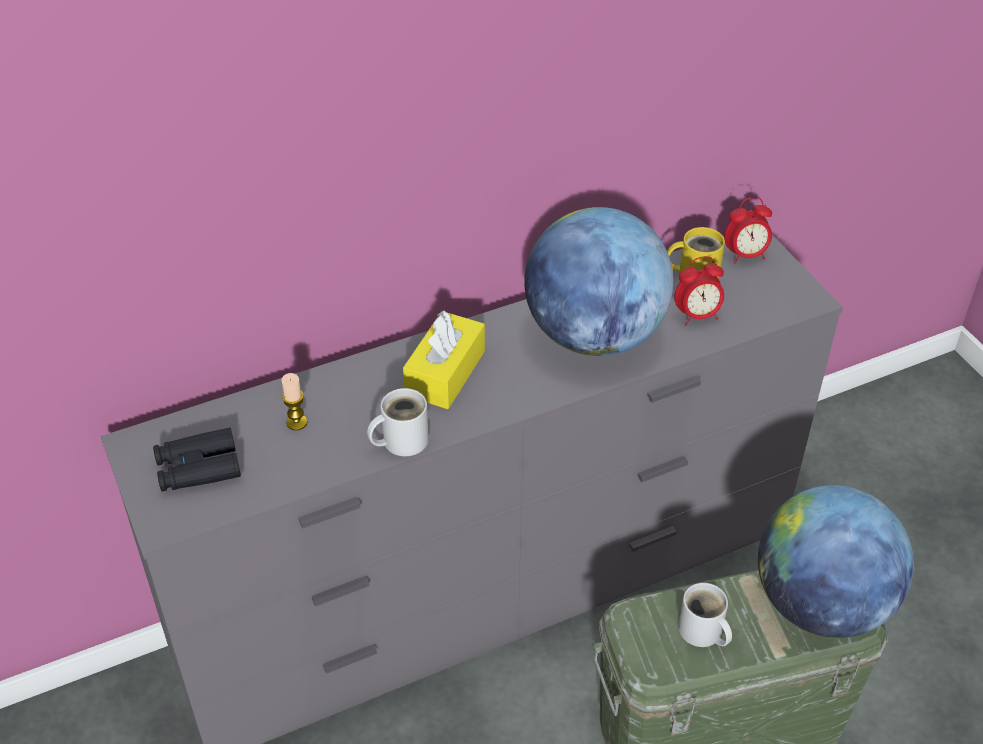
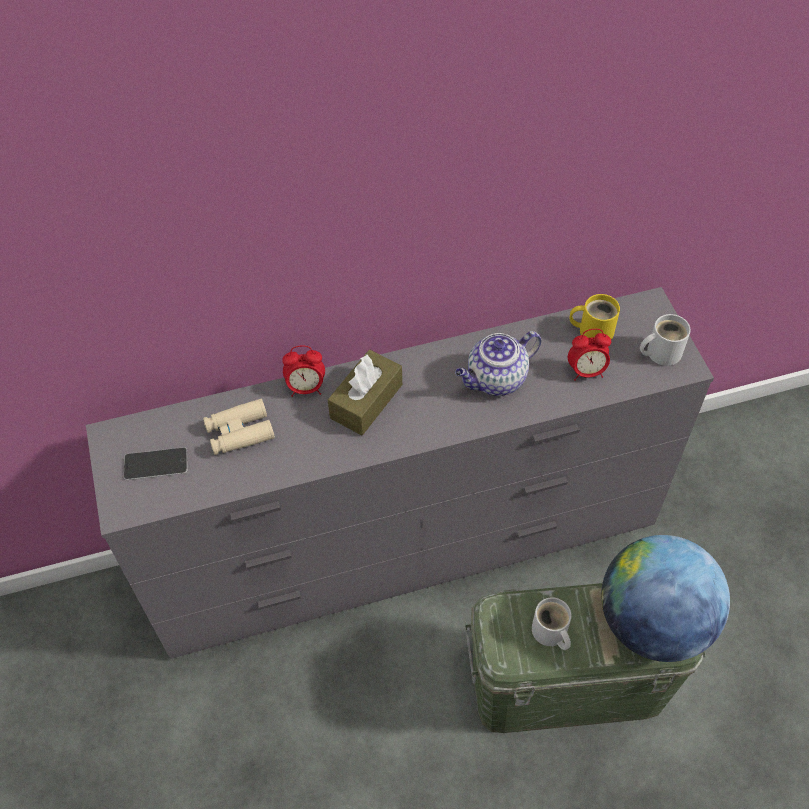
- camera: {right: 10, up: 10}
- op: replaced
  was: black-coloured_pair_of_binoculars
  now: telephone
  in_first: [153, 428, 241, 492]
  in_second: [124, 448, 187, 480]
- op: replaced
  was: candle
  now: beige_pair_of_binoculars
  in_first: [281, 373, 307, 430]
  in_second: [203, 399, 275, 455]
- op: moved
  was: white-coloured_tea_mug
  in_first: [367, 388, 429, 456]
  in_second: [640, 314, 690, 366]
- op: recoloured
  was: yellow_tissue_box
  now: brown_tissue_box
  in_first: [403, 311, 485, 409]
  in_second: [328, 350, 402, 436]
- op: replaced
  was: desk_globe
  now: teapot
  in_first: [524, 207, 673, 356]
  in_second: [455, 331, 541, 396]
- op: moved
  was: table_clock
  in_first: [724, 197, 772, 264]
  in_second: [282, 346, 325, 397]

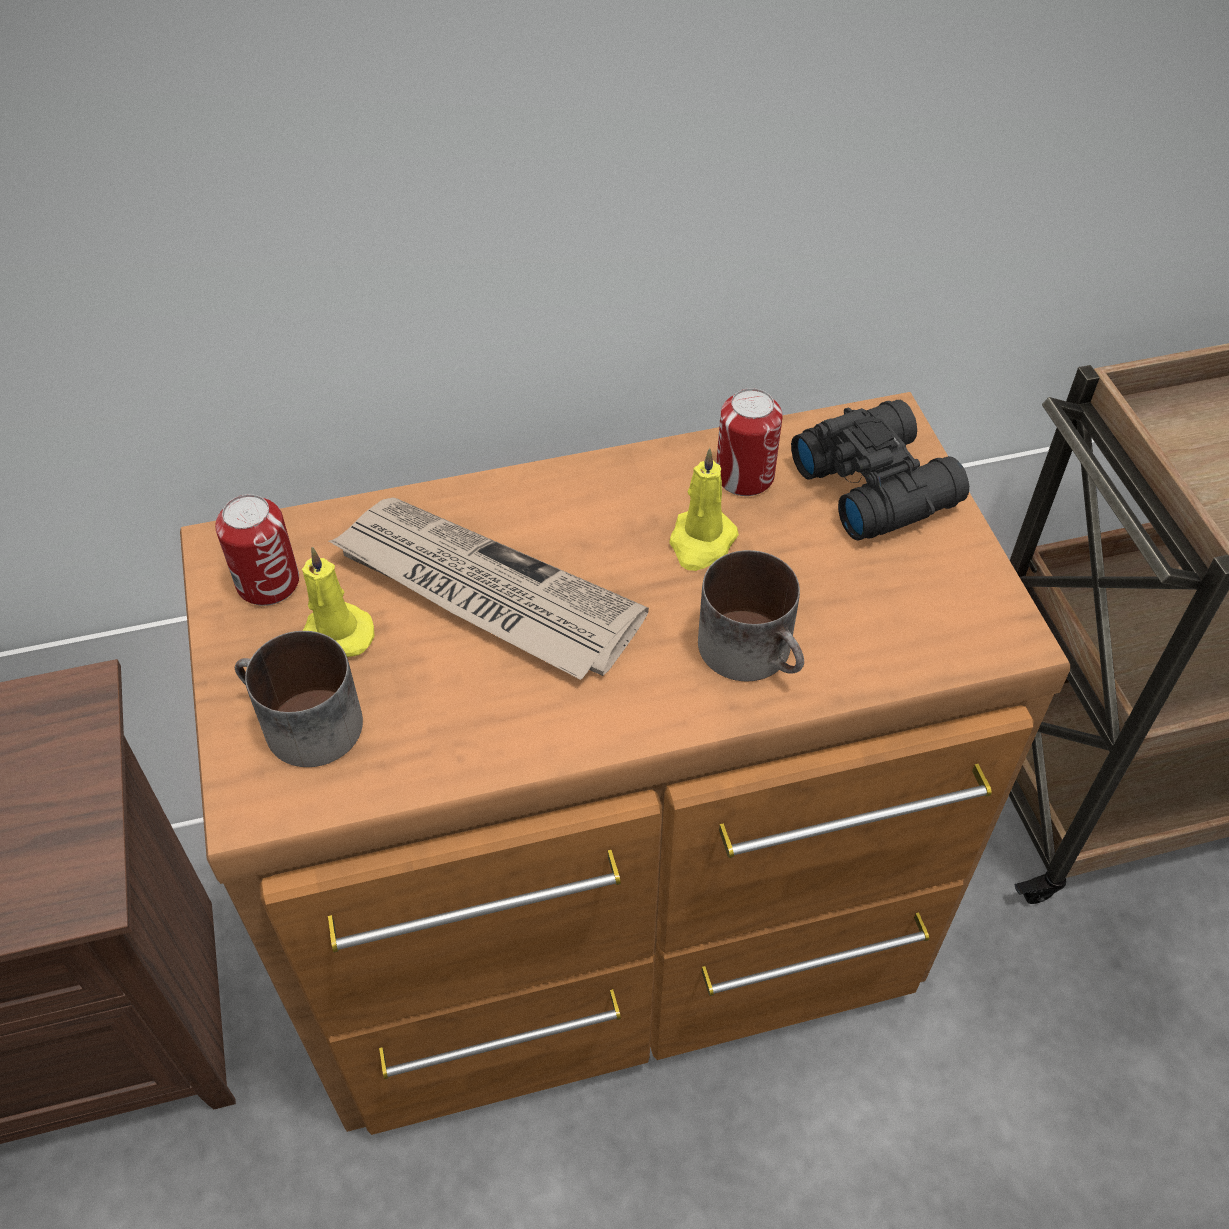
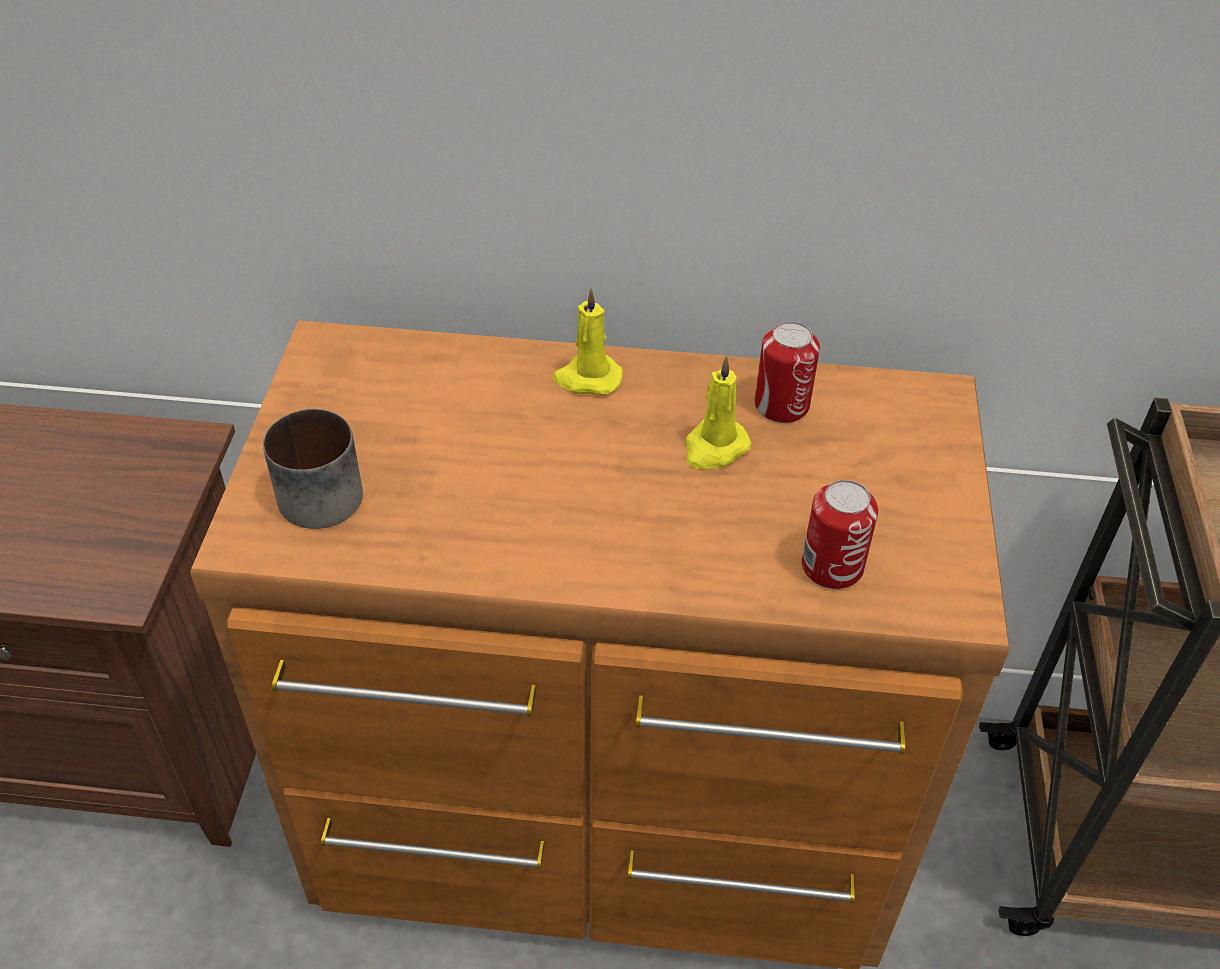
- camera: {right: 20, up: -5}
- op: moved
  was: sealed_can
  in_first: [215, 494, 299, 606]
  in_second: [802, 480, 878, 589]
- op: moved
  was: yellow_candle
  in_first: [302, 547, 374, 657]
  in_second: [553, 288, 623, 395]
- op: removed
  was: newspaper
  in_first: [329, 498, 649, 680]
- op: removed
  was: tea_mug
  in_first: [698, 550, 804, 681]
- op: removed
  was: black-coloured_pair_of_binoculars
  in_first: [791, 400, 969, 541]

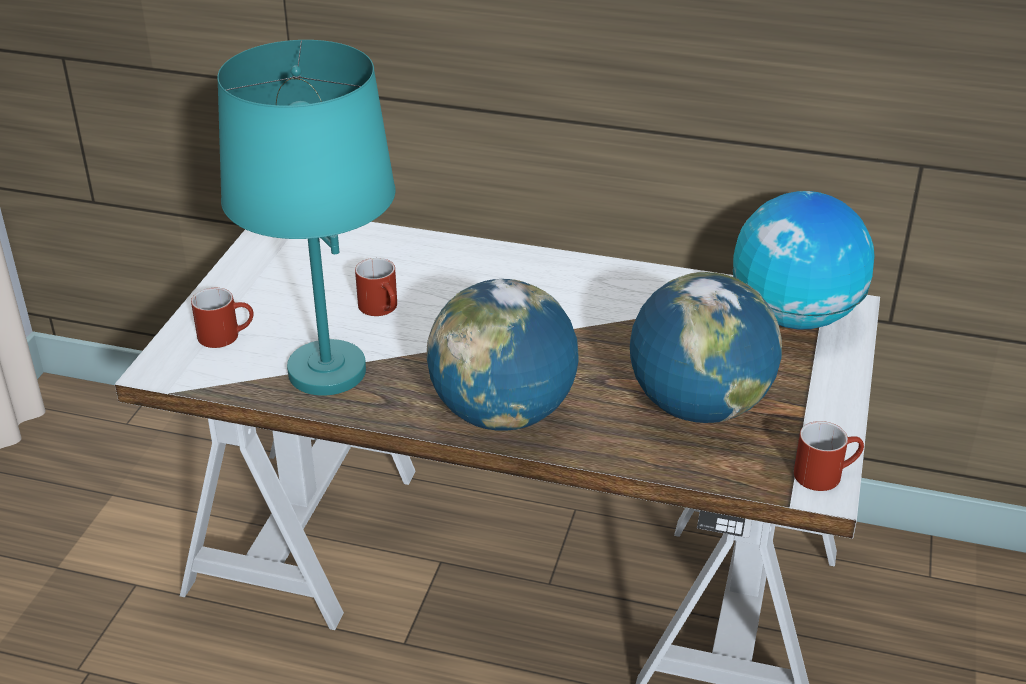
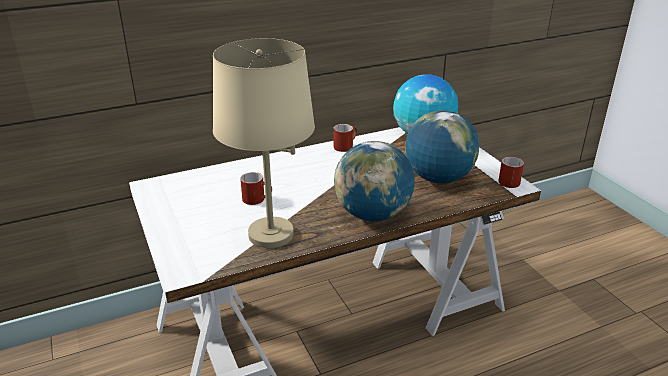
- camera: {right: -40, up: -5}
- op: moved
  was: red_tea_mug
  in_first: [191, 288, 253, 348]
  in_second: [334, 124, 357, 152]
- op: recoloured
  was: turquoise_tabletop_lamp
  now: beige_tabletop_lamp
  in_first: [217, 40, 396, 396]
  in_second: [213, 38, 315, 248]

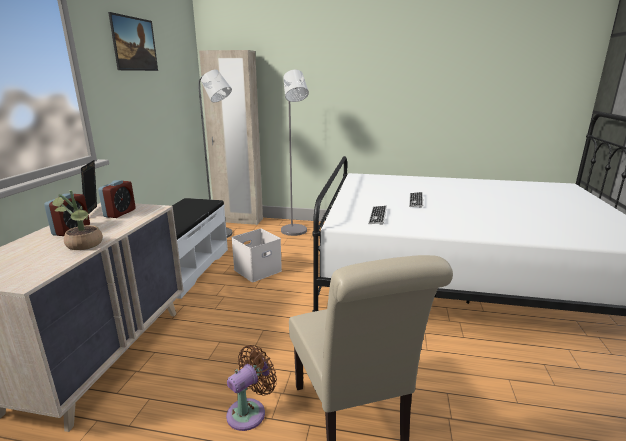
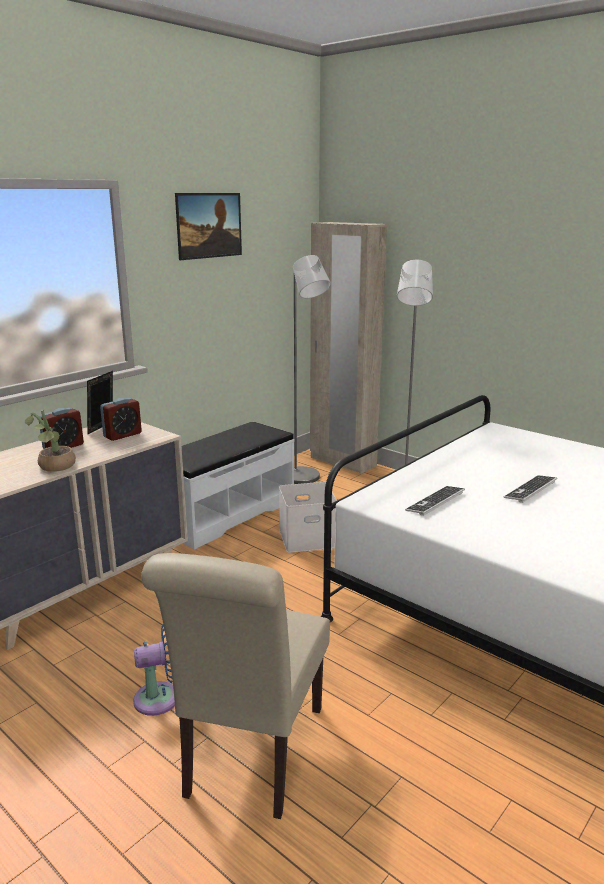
- camera: {right: 30, up: 0}
- op: recoloured
  was: brown_cooling_fan
  now: blue-coloured_cooling_fan
  in_first: [226, 345, 277, 431]
  in_second: [133, 625, 175, 716]

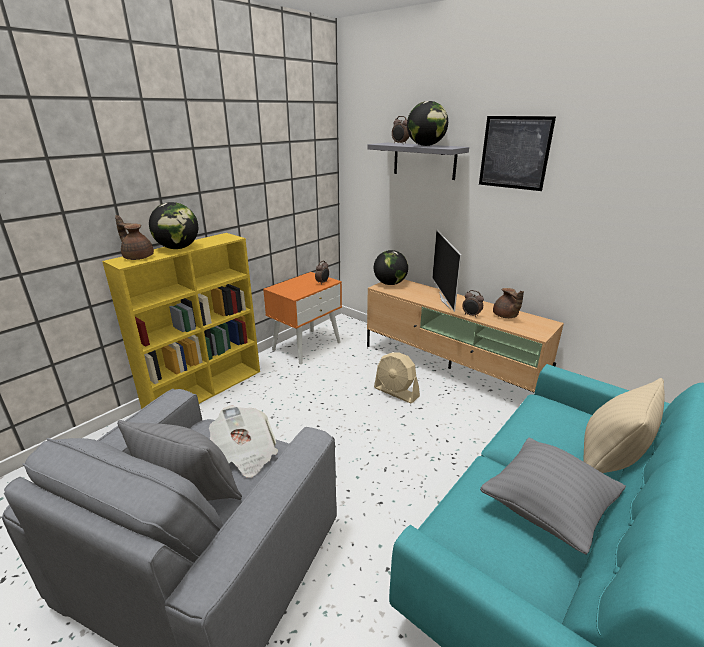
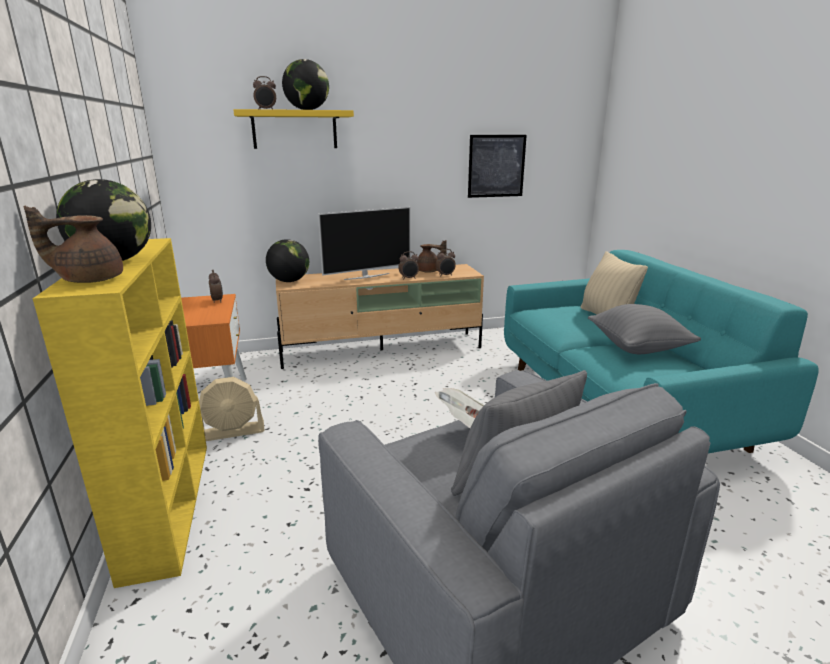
- camera: {right: -55, up: -5}
- op: recoloured
  was: grey_shelf
  now: yellow_shelf
  in_first: [367, 143, 469, 180]
  in_second: [233, 109, 354, 149]
- op: moved
  was: beige_cooling_fan
  in_first: [374, 352, 420, 403]
  in_second: [199, 377, 264, 441]
- op: turned
  was: TV_set
  in_first: [432, 230, 462, 312]
  in_second: [318, 207, 411, 280]
  clockwise: -60
- op: moved
  was: wall_art
  in_first: [479, 116, 556, 191]
  in_second: [468, 135, 527, 198]
- op: added
  now: table_clock
  in_second: [435, 249, 456, 276]

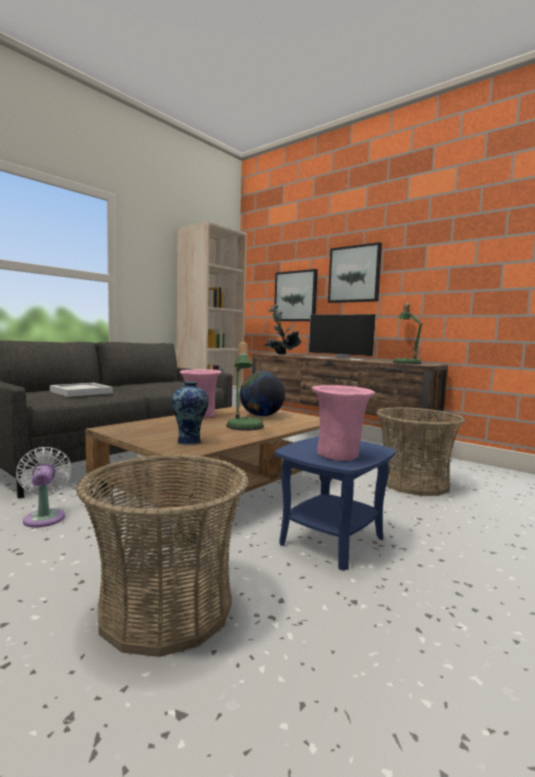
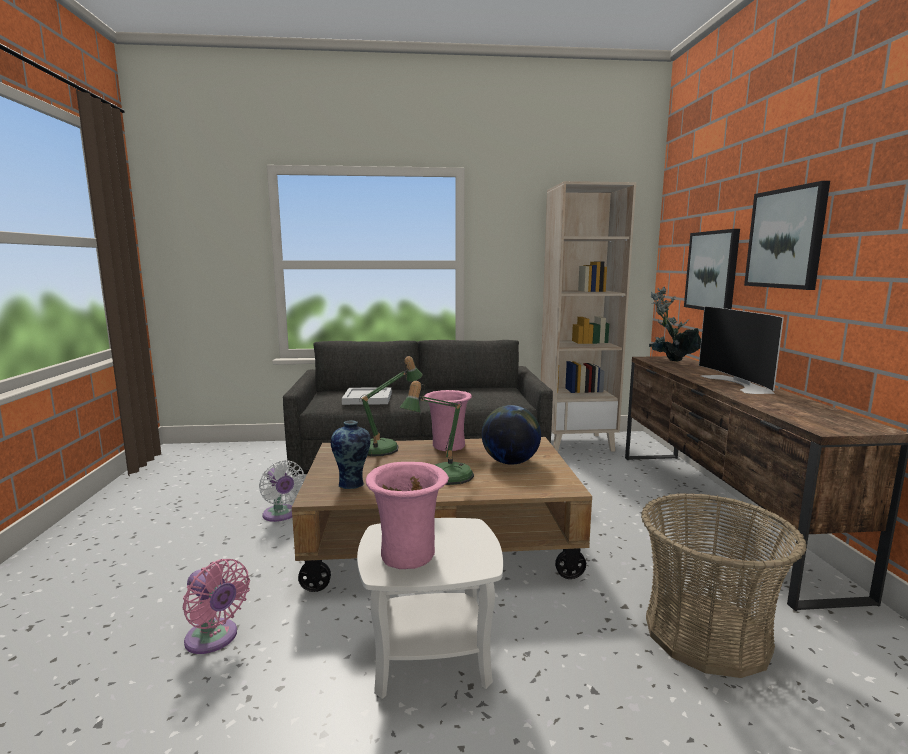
- camera: {right: 45, up: 5}
- op: turned
  was: white-coloured_cooling_fan
  in_first: [16, 447, 72, 527]
  in_second: [259, 460, 305, 522]
  clockwise: 120
- op: replaced
  was: basket
  now: pink-coloured_cooling_fan
  in_first: [76, 454, 249, 657]
  in_second: [183, 559, 250, 654]
- op: recoloured
  was: blue-coloured_side_table
  now: white-coloured_side_table
  in_first: [275, 436, 396, 570]
  in_second: [357, 518, 503, 699]
- op: moved
  was: tabletop_lamp
  in_first: [393, 303, 422, 364]
  in_second: [359, 356, 423, 456]

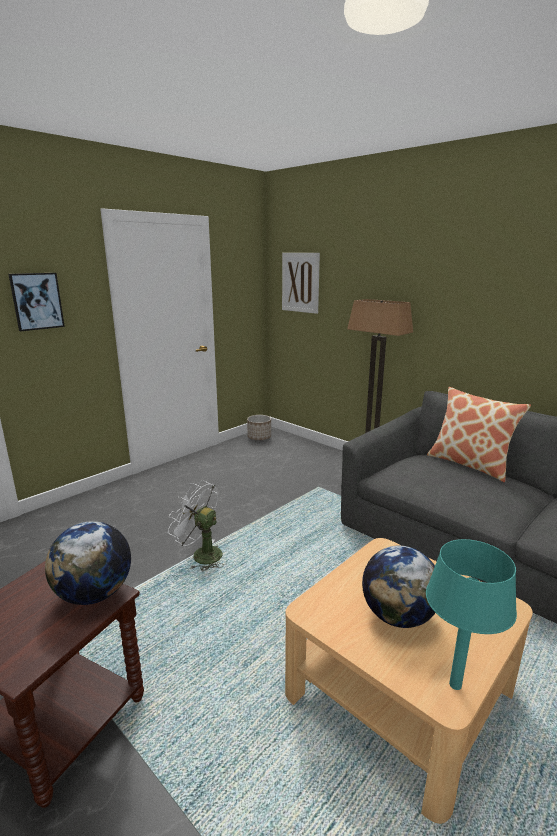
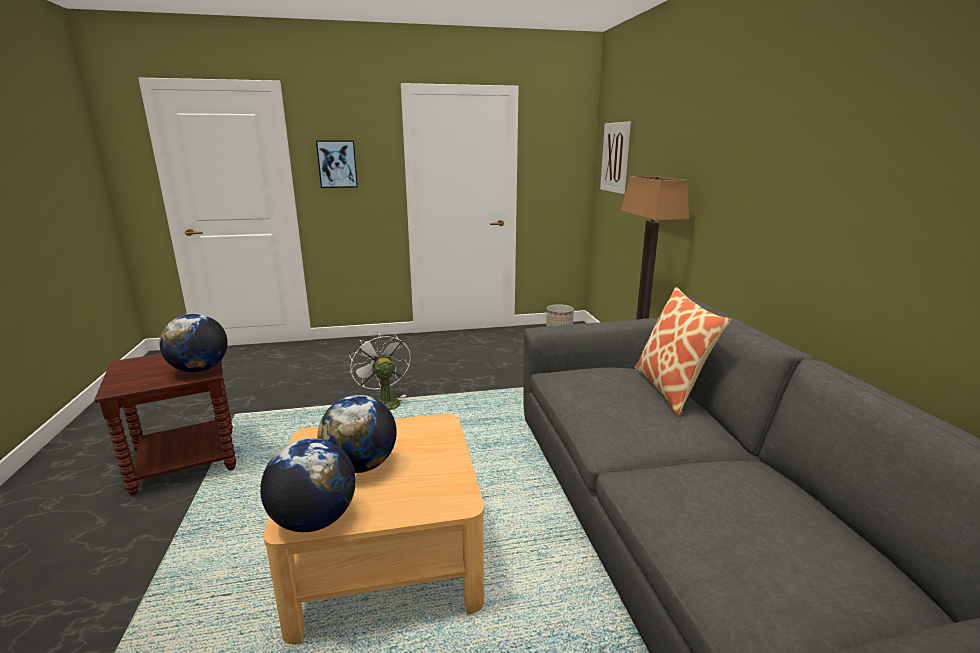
- camera: {right: 35, up: 0}
- op: replaced
  was: turquoise_tabletop_lamp
  now: desk_globe
  in_first: [426, 539, 517, 690]
  in_second: [260, 438, 356, 532]

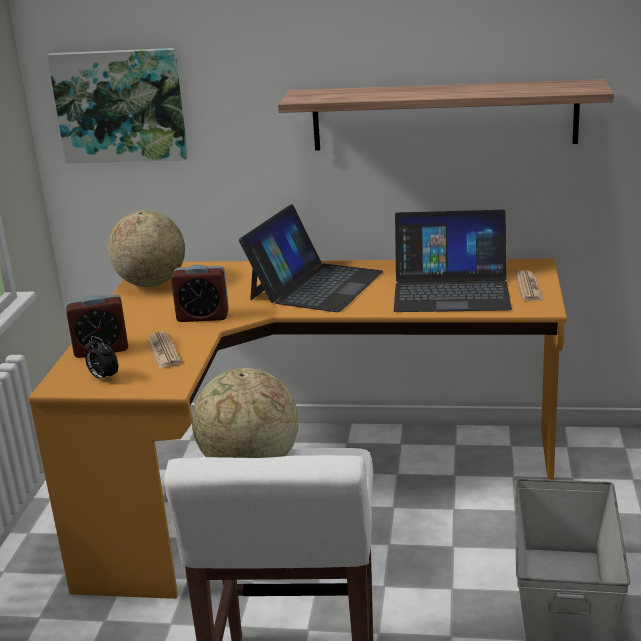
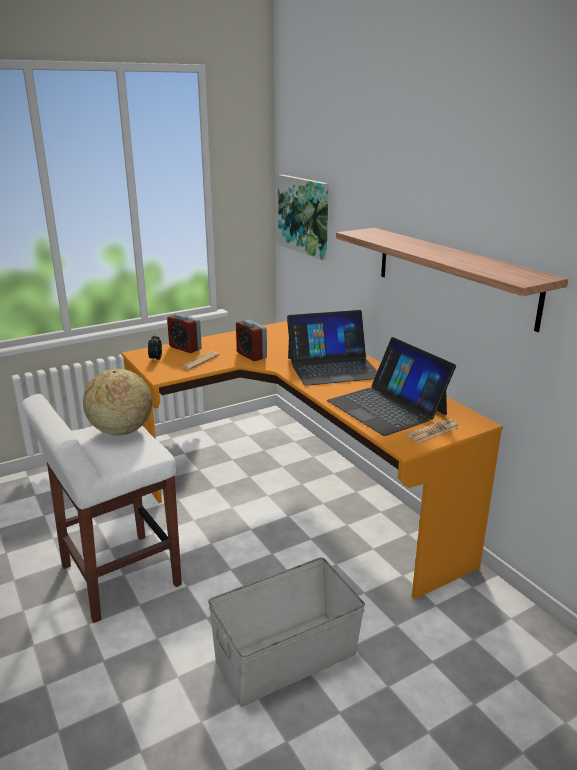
- camera: {right: 50, up: 0}
- op: removed
  was: desk_globe
  in_first: [108, 210, 185, 287]

